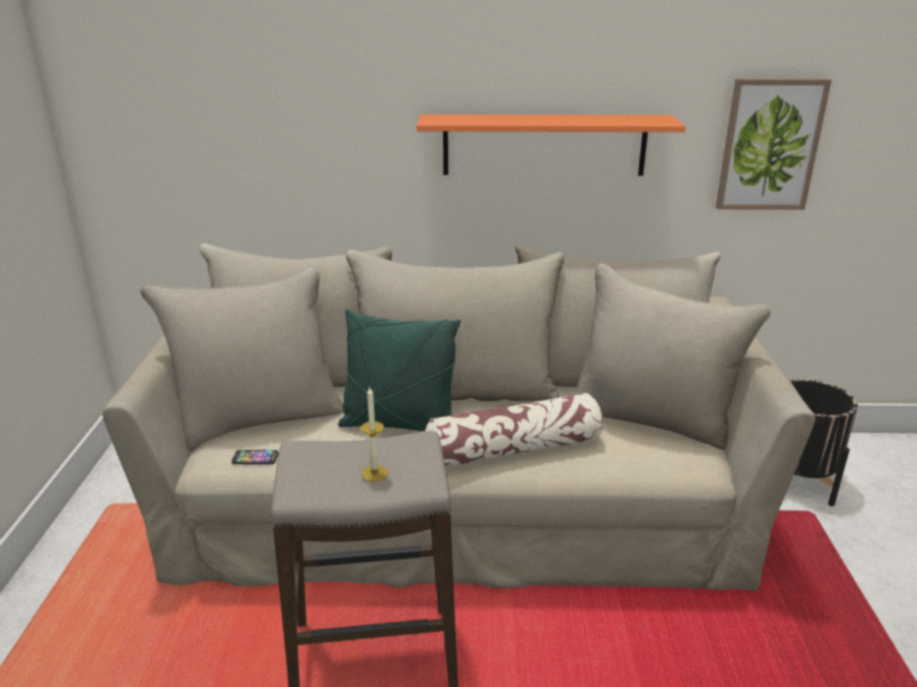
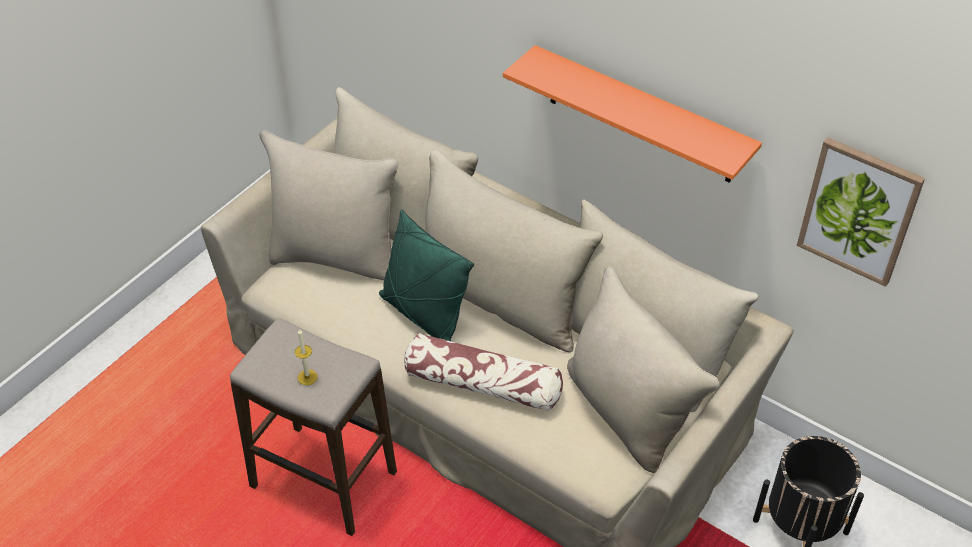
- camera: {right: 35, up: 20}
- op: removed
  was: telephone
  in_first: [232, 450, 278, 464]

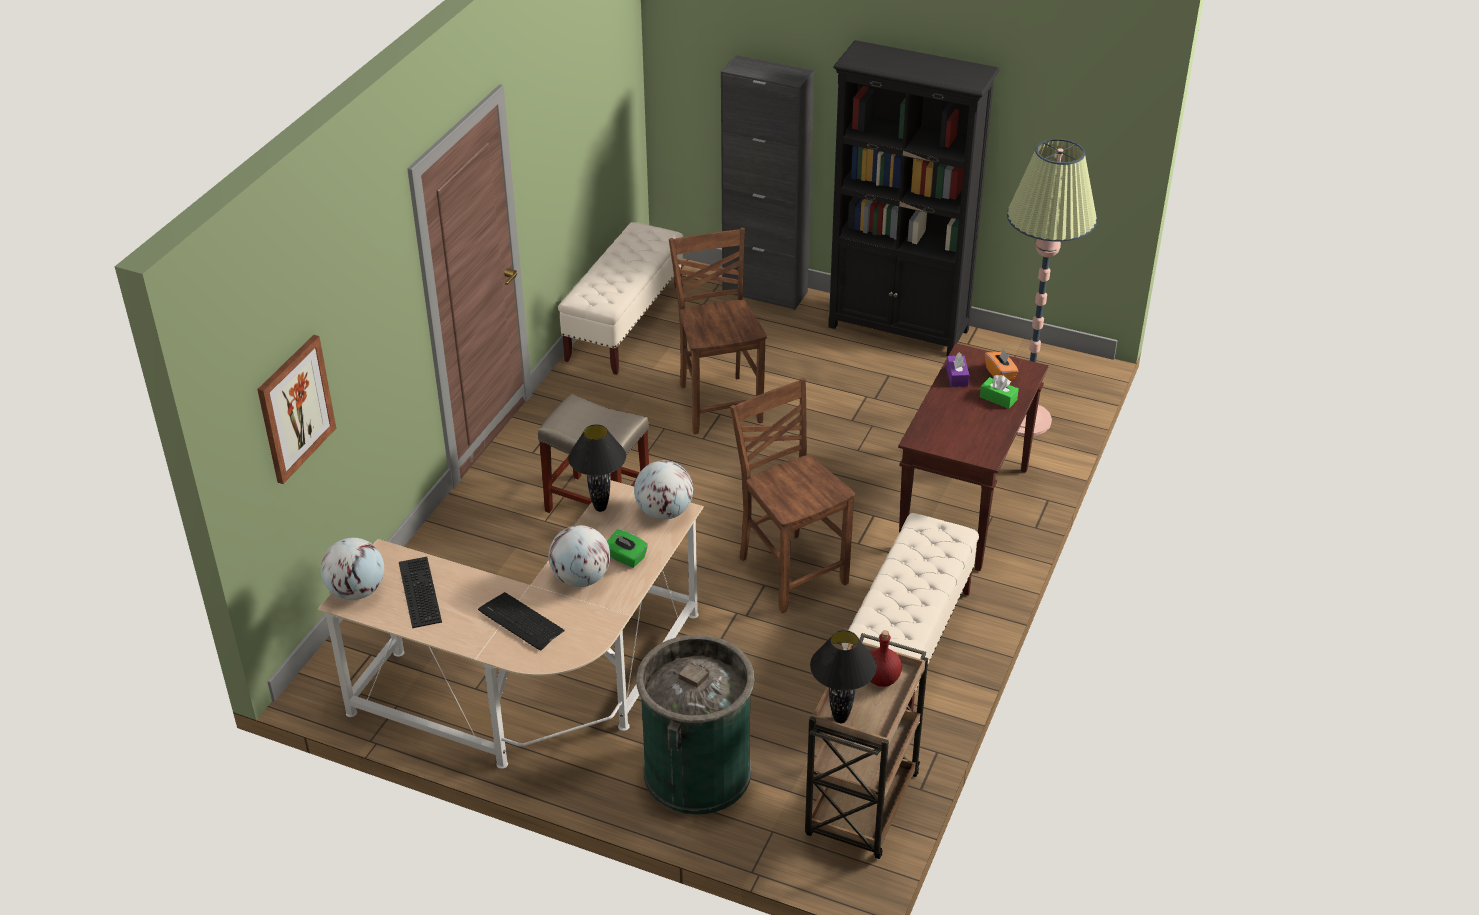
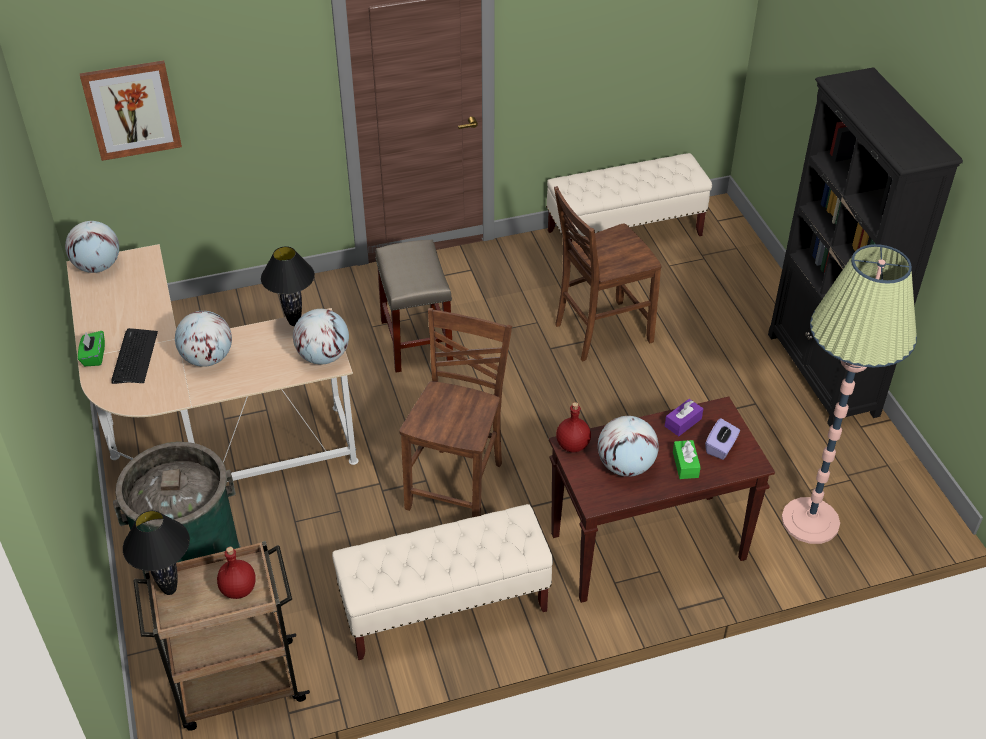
- camera: {right: 50, up: 5}
- op: removed
  was: computer_keyboard
  in_first: [399, 557, 442, 628]
- op: moved
  was: green-coloured_tissue_box
  in_first: [607, 529, 648, 568]
  in_second: [78, 331, 105, 366]
- op: turned
  was: brown_upright_chair
  in_first: [669, 228, 767, 434]
  in_second: [554, 186, 661, 361]
  clockwise: -150
- op: removed
  was: black-coloured_cabinet
  in_first: [721, 55, 814, 310]
- op: recoloured
  was: orange-coloured_tissue_box
  now: purplish_tissue_box
  in_first: [985, 349, 1018, 381]
  in_second: [705, 418, 740, 460]
- op: added
  now: red_drink_bottle
  in_second: [556, 402, 591, 453]
- op: added
  now: desk_globe
  in_second: [598, 416, 659, 477]

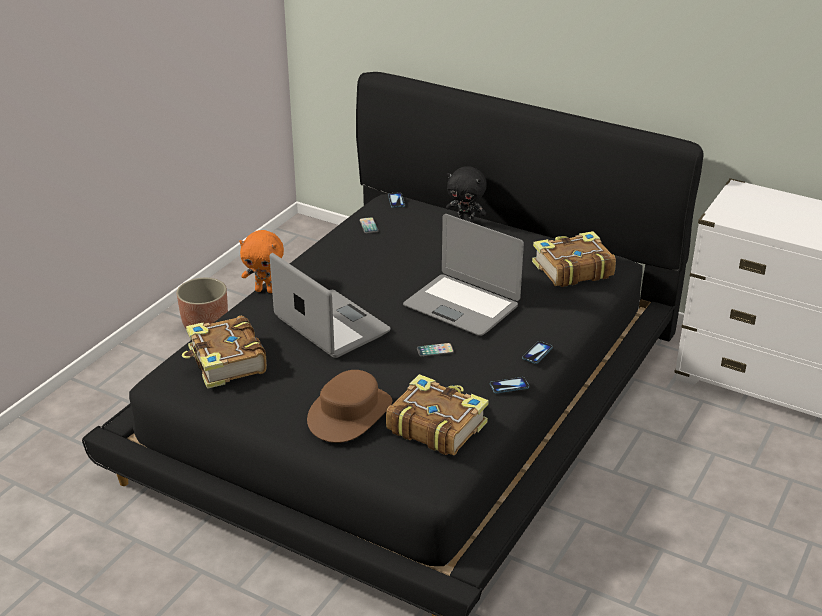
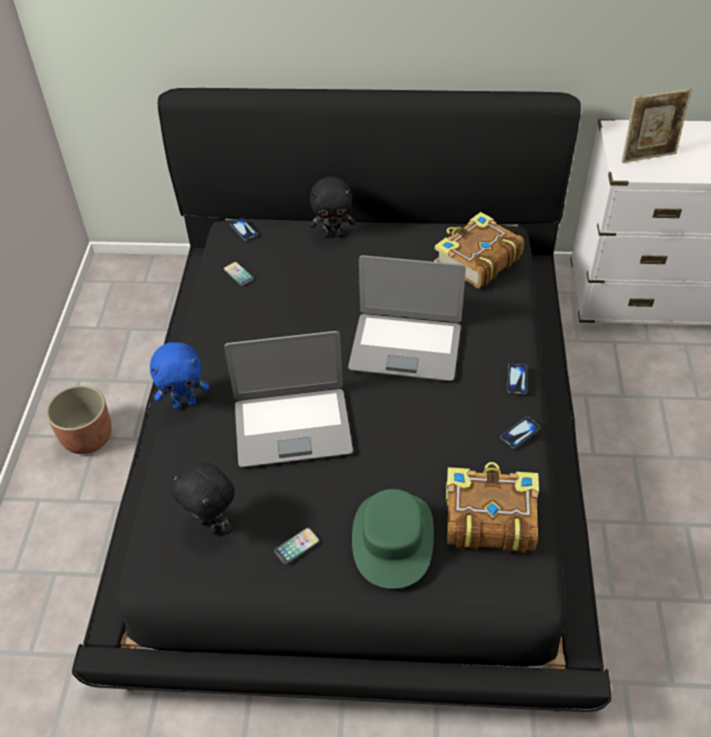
- camera: {right: -25, up: 15}
- op: replaced
  was: book
  now: black-coloured_soft_toy
  in_first: [182, 315, 267, 389]
  in_second: [172, 462, 235, 535]
- op: recoloured
  was: orange-coloured_soft_toy
  now: blue-coloured_soft_toy
  in_first: [239, 230, 284, 293]
  in_second: [150, 342, 209, 409]
- op: turned
  was: portable_computer
  in_first: [270, 253, 391, 358]
  in_second: [224, 331, 353, 467]
  clockwise: 150
- op: recoloured
  was: brown_wearable_hat
  now: green-coloured_wearable_hat
  in_first: [307, 370, 392, 443]
  in_second: [352, 489, 434, 589]
- op: moved
  was: telephone
  in_first: [417, 343, 454, 357]
  in_second: [274, 528, 320, 564]
- op: added
  now: photo_frame
  in_second: [622, 89, 692, 163]

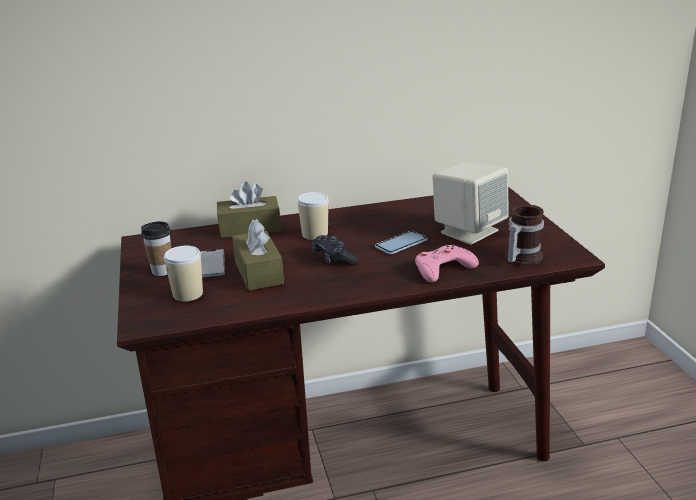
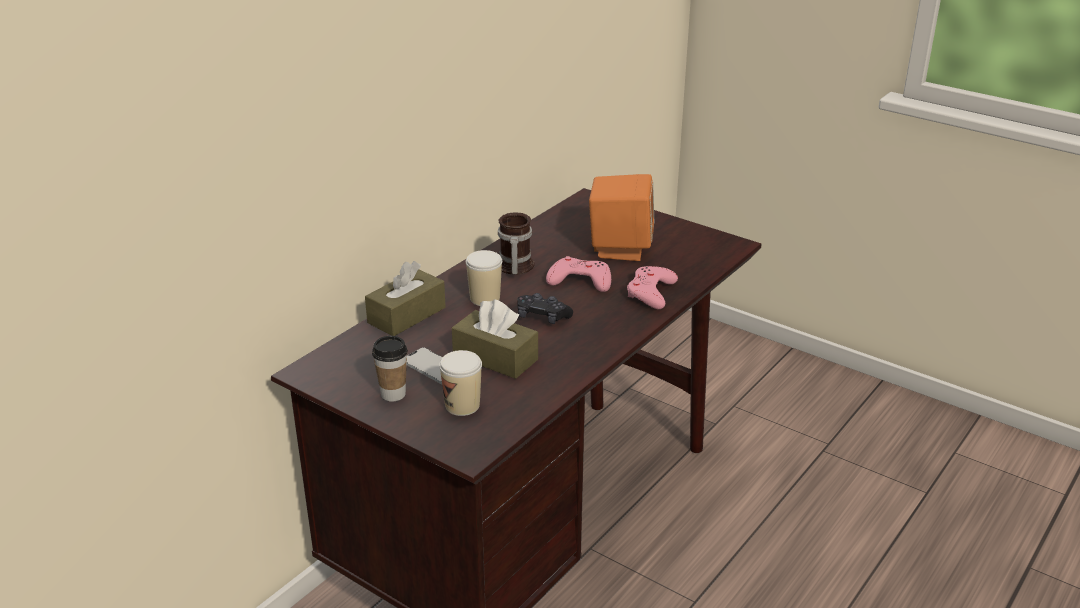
- camera: {right: -40, up: 5}
- op: replaced
  was: telephone
  now: pink-coloured_joypad
  in_first: [375, 231, 428, 255]
  in_second: [546, 256, 611, 292]
- op: recoloured
  was: beige_loudspeaker
  now: orange-coloured_loudspeaker
  in_first: [432, 162, 509, 245]
  in_second: [589, 174, 654, 261]
- op: moved
  was: tea_mug
  in_first: [504, 204, 544, 265]
  in_second: [498, 212, 535, 275]

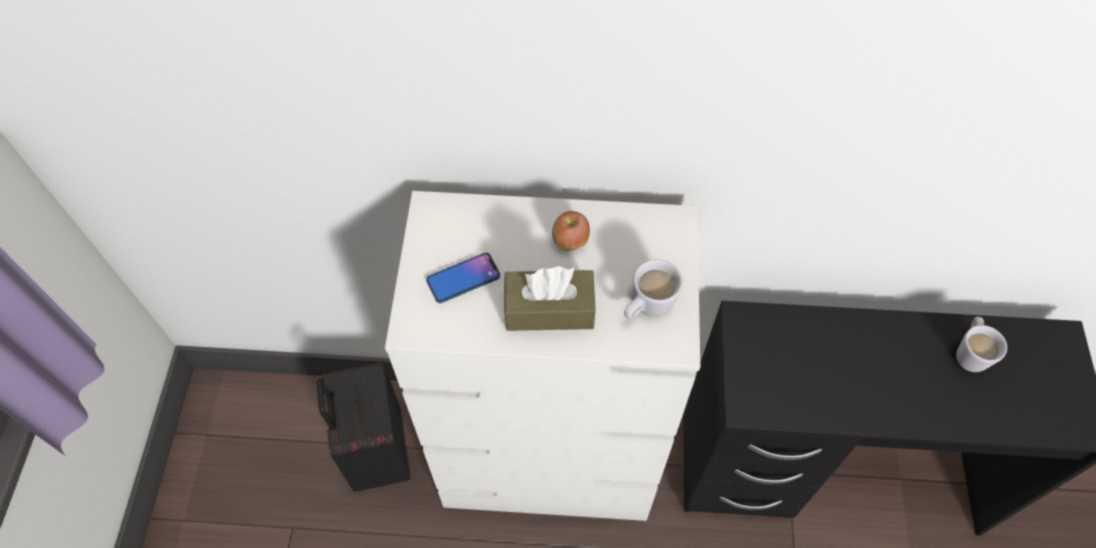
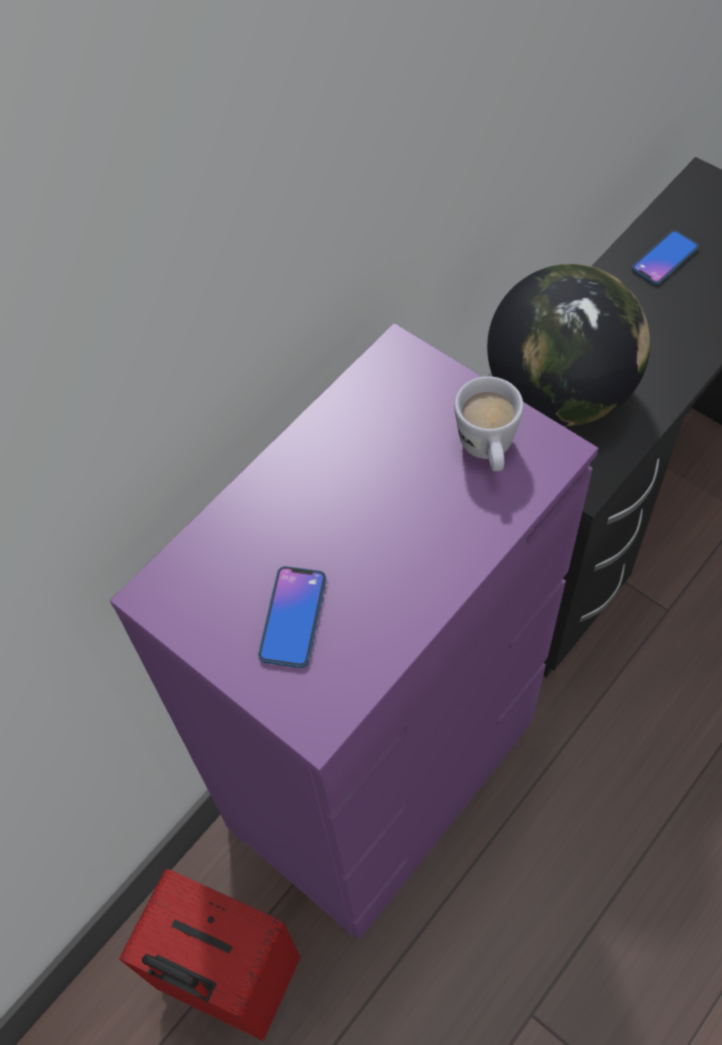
- camera: {right: -50, up: 0}
- op: recoloured
  was: black-coloured_travel_case
  now: red_travel_case
  in_first: [317, 362, 410, 492]
  in_second: [119, 869, 301, 1041]
- op: recoloured
  was: white-coloured_drawer_chest
  now: purplish_drawer_chest
  in_first: [385, 191, 700, 521]
  in_second: [110, 323, 598, 940]
- op: removed
  was: brown_tissue_box
  in_first: [504, 266, 596, 331]
- op: removed
  was: apple
  in_first: [552, 211, 590, 251]
- op: replaced
  was: white-coloured_tea_mug
  now: telephone
  in_first: [956, 317, 1007, 372]
  in_second: [632, 230, 698, 285]
- op: added
  now: desk_globe
  in_second: [487, 264, 650, 426]

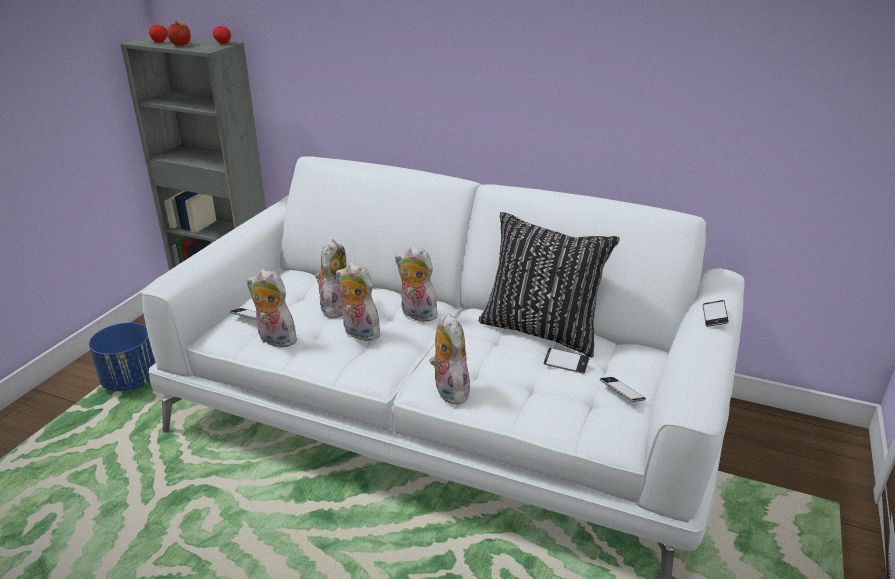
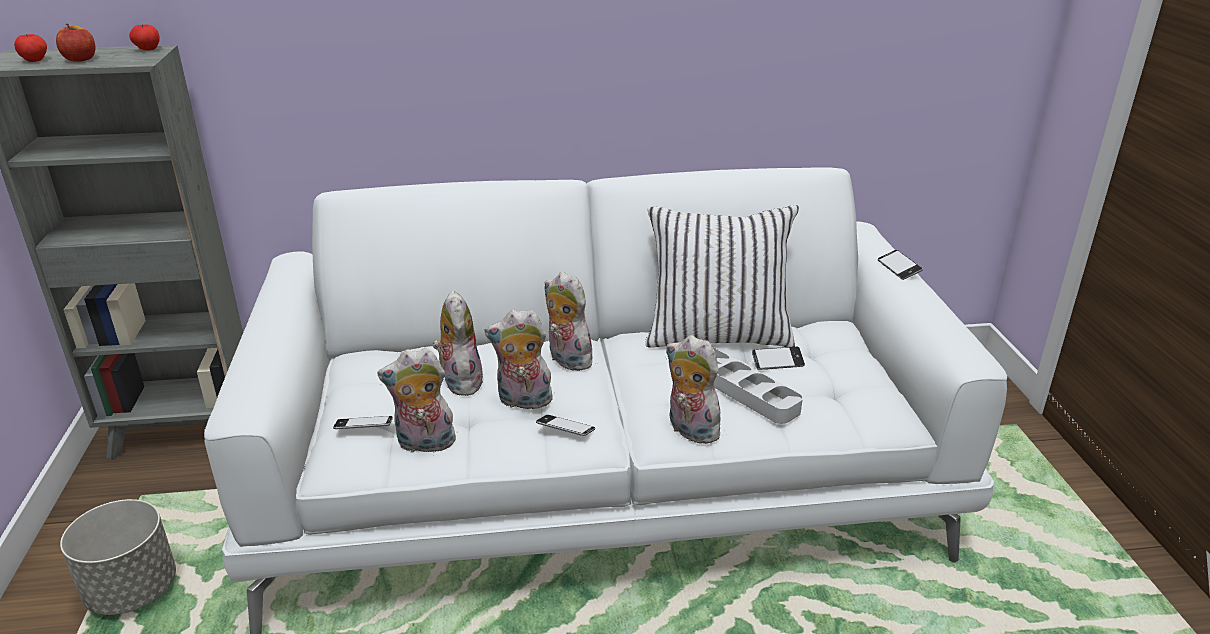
- camera: {right: -30, up: 0}
- op: recoloured
  was: blue-coloured_plant_pot
  now: grey_plant_pot
  in_first: [89, 322, 156, 391]
  in_second: [60, 499, 176, 615]
- op: turned
  was: soft_toy
  in_first: [395, 246, 438, 322]
  in_second: [544, 272, 596, 371]
  clockwise: 45
- op: recoloured
  was: black-coloured_cushion
  now: white-coloured_cushion
  in_first: [479, 212, 620, 358]
  in_second: [645, 205, 799, 348]
- op: moved
  was: telephone
  in_first: [600, 377, 646, 402]
  in_second: [536, 415, 595, 436]
- op: added
  now: grey_serving_tray
  in_second: [713, 347, 803, 424]

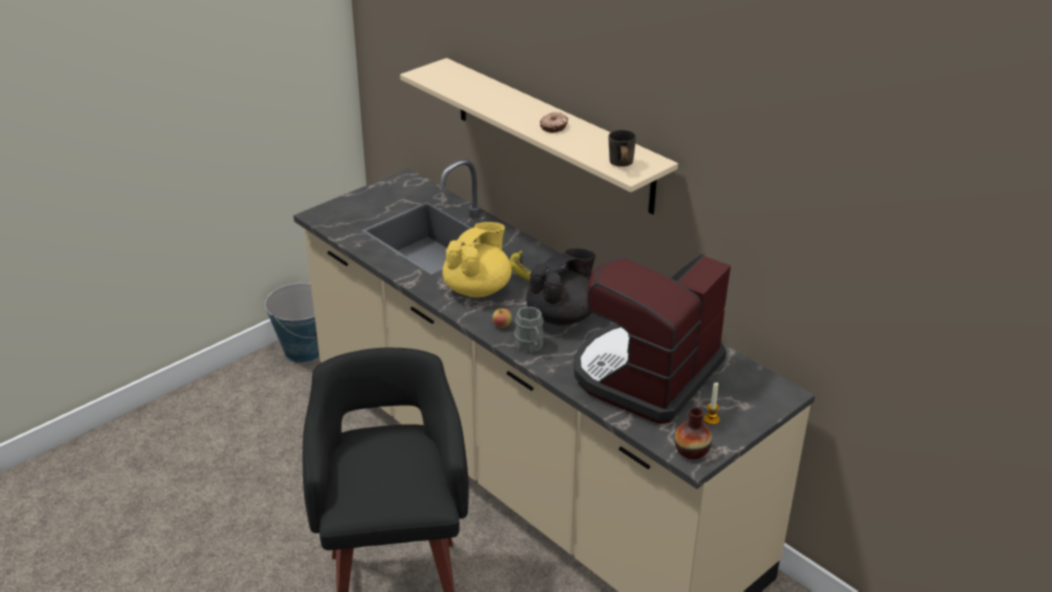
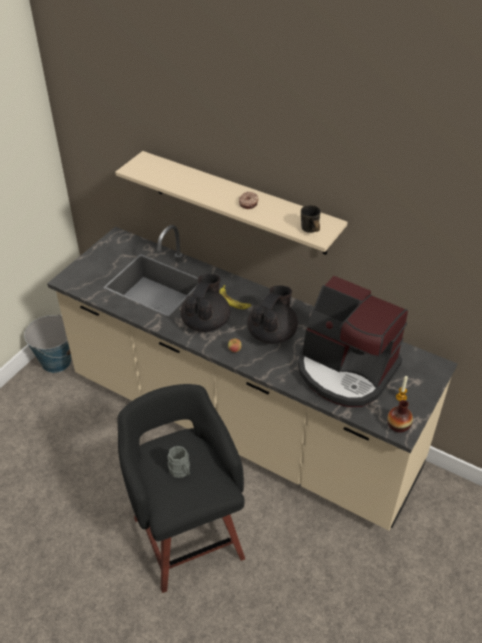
- camera: {right: -15, up: 10}
- op: recoloured
  was: yellow_teapot
  now: black-coloured_teapot
  in_first: [442, 222, 512, 297]
  in_second: [181, 274, 230, 332]
- op: moved
  was: grey_tea_mug
  in_first: [514, 307, 544, 353]
  in_second: [168, 446, 190, 478]
- op: turned
  was: coffee_brewer
  in_first: [574, 254, 731, 424]
  in_second: [298, 276, 408, 407]
  clockwise: -75

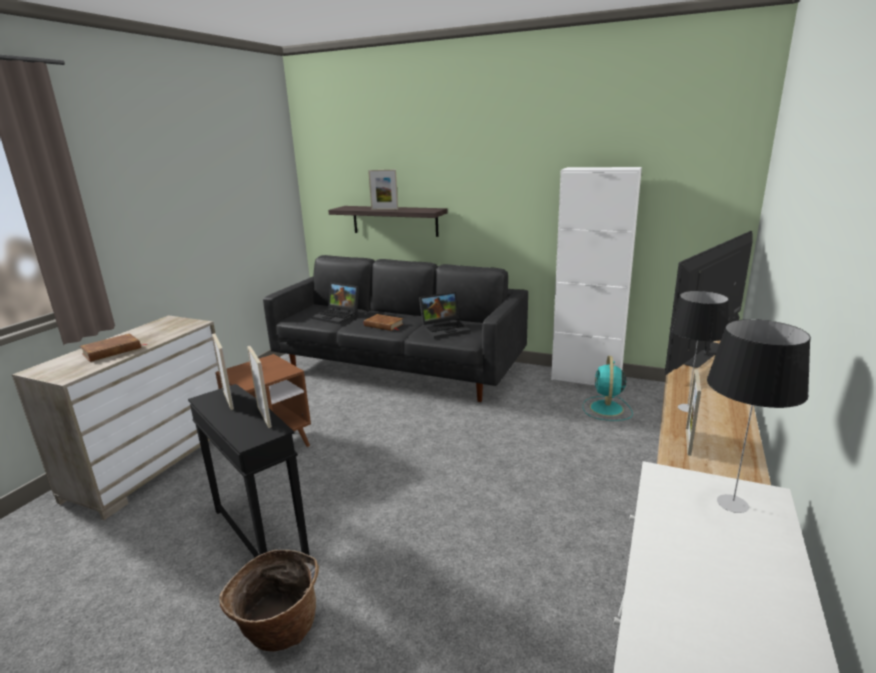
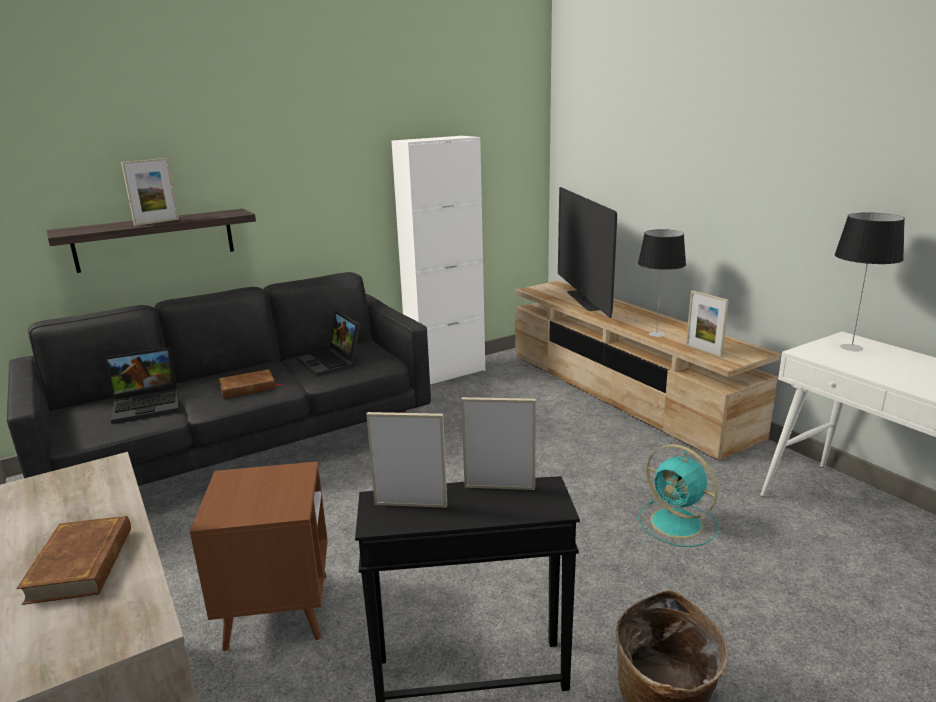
- camera: {right: -55, up: 0}
- op: turned
  was: portable_computer
  in_first: [419, 292, 471, 339]
  in_second: [297, 311, 360, 377]
  clockwise: 135
- op: moved
  was: turquoise_cooling_fan
  in_first: [583, 356, 633, 421]
  in_second: [638, 444, 719, 547]

